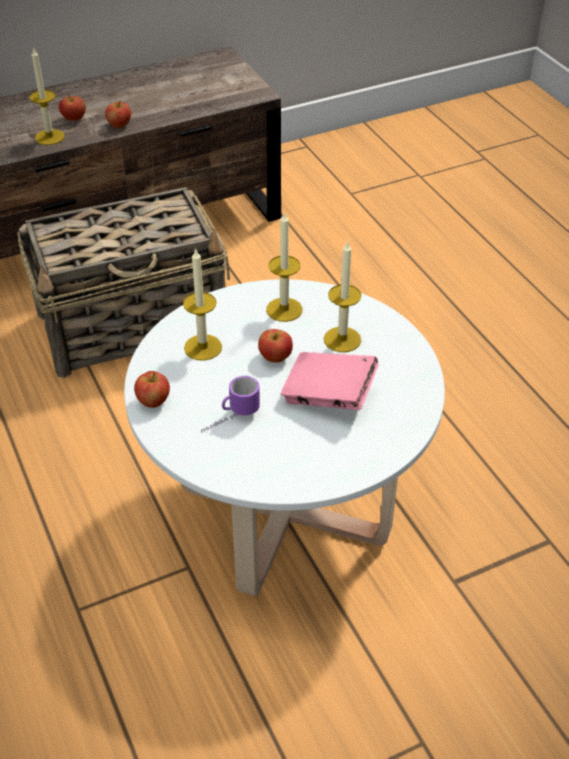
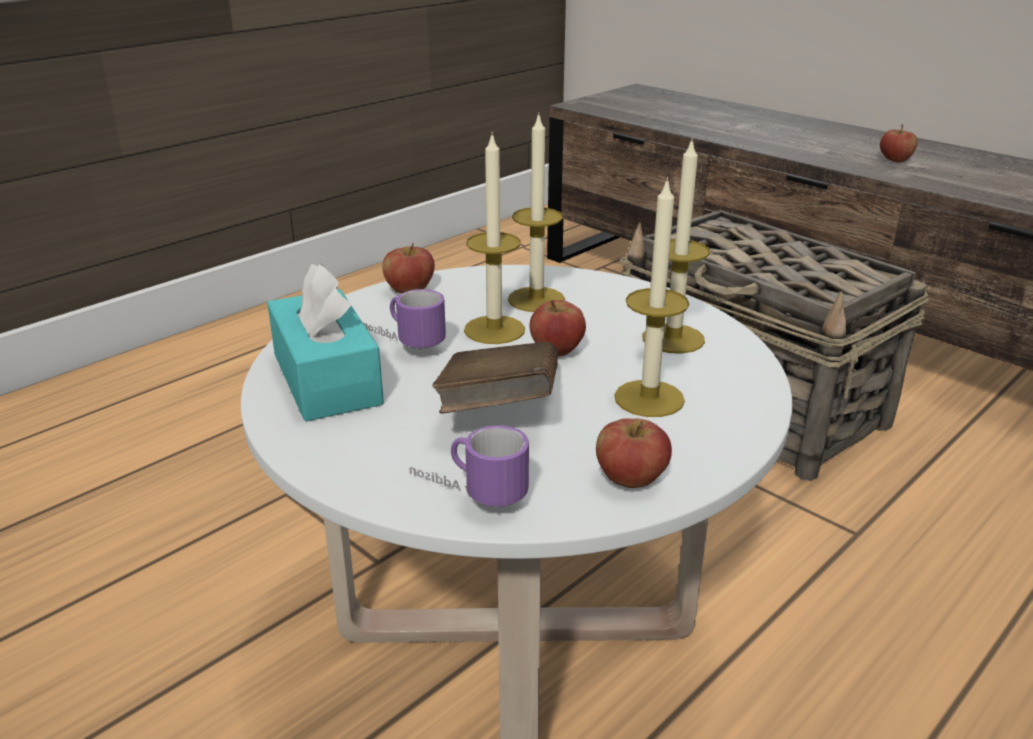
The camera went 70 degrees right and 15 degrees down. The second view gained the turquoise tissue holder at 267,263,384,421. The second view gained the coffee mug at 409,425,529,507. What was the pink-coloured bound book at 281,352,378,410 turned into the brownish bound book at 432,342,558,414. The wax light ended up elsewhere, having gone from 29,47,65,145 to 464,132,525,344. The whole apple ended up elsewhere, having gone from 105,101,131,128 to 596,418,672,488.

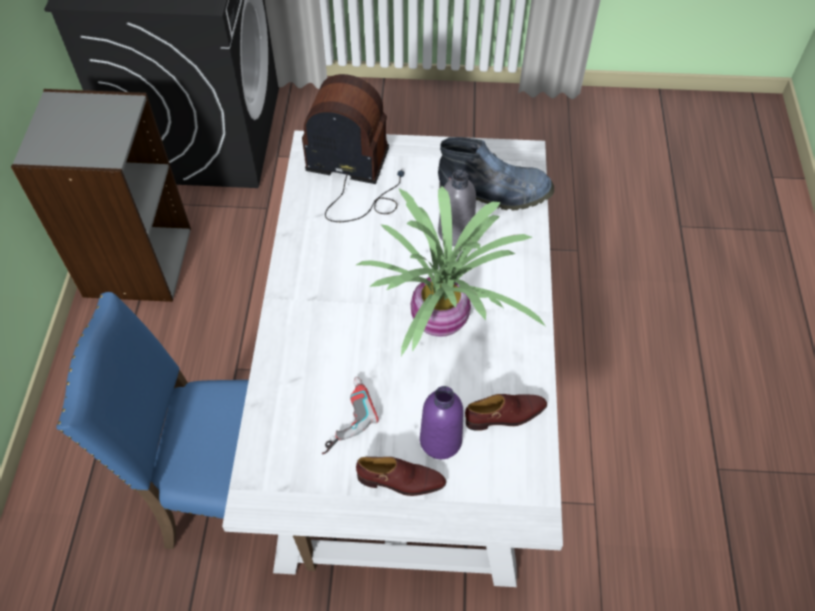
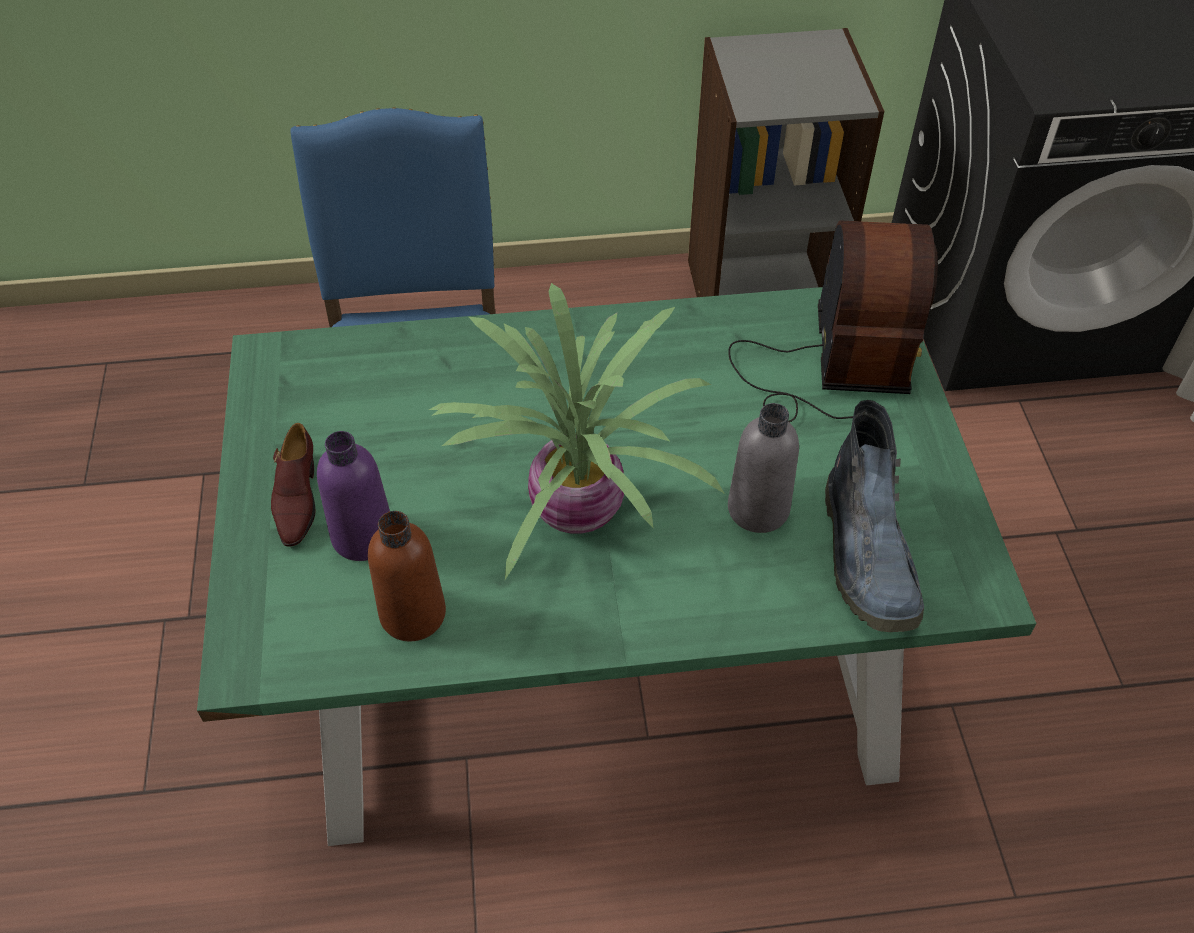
The camera went 80 degrees right and 5 degrees down. What was the whitish kitchen table at 222,130,563,587 turned into the greenish kitchen table at 197,287,1036,846. Where the brownish shoe stood at 465,394,547,431, the brownish beverage bottle came to stand at 368,511,446,641. The second view lost the drill at 322,377,378,455.

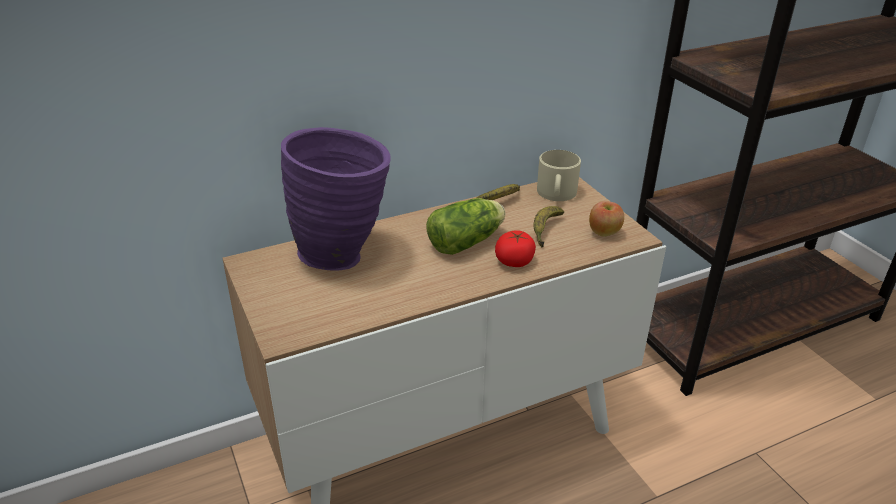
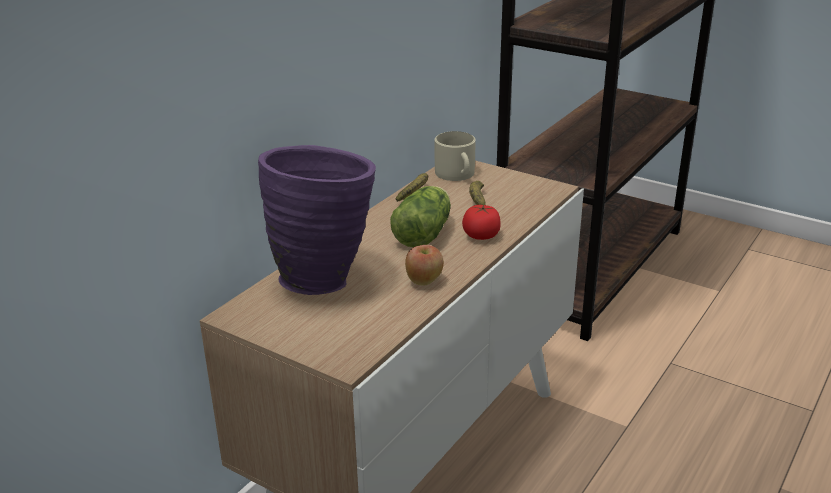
The camera went 30 degrees left and 5 degrees down. The whole apple ended up elsewhere, having gone from 589,201,624,237 to 405,245,444,286.

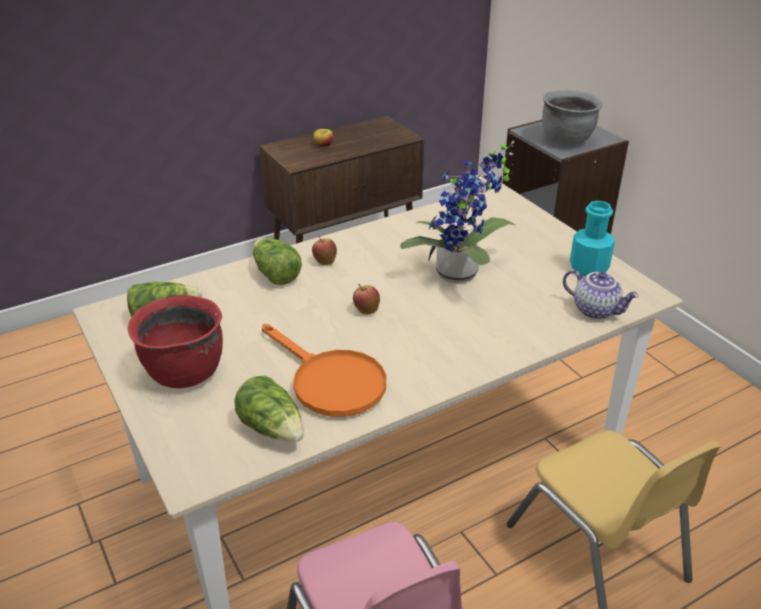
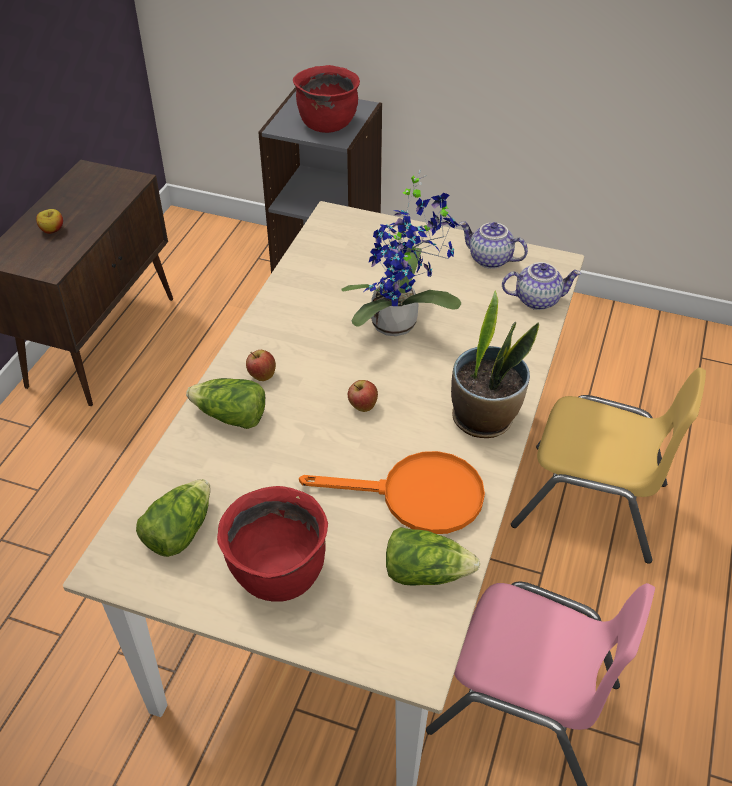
The camera went 40 degrees left and 10 degrees up. What was the gray cooking pot at 542,90,603,146 turned into the reddish cooking pot at 293,65,360,133. The second view gained the plant in a pot at 451,290,539,438. Where the turquoise beverage bottle stood at 570,201,615,276, the tea pot came to stand at 459,221,528,269.

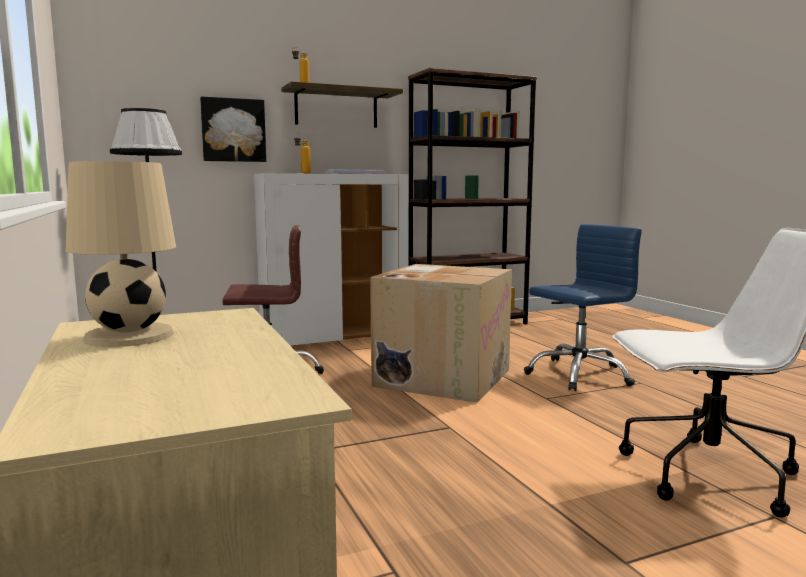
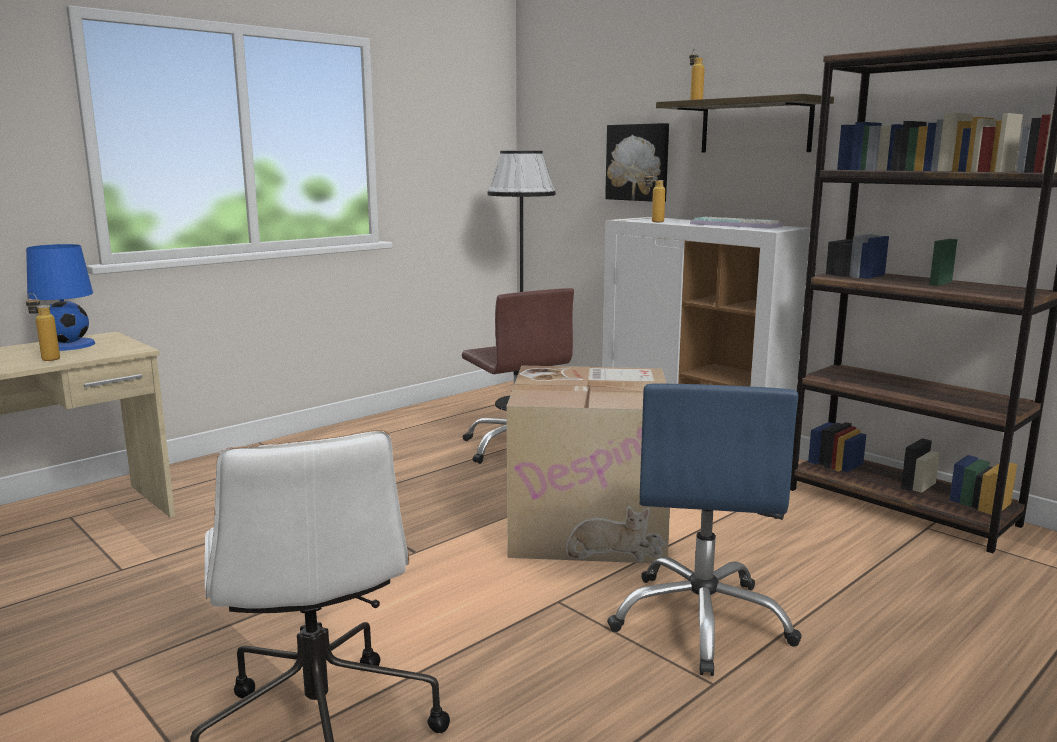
The camera went 70 degrees right and 5 degrees up. What was the sand-coloured table lamp at 66,161,176,347 turned into the bluish table lamp at 26,244,95,351. The second view gained the beverage bottle at 26,293,60,361. The bluish desk chair at 524,224,642,391 ended up facing another way, 60 degrees clockwise from before.

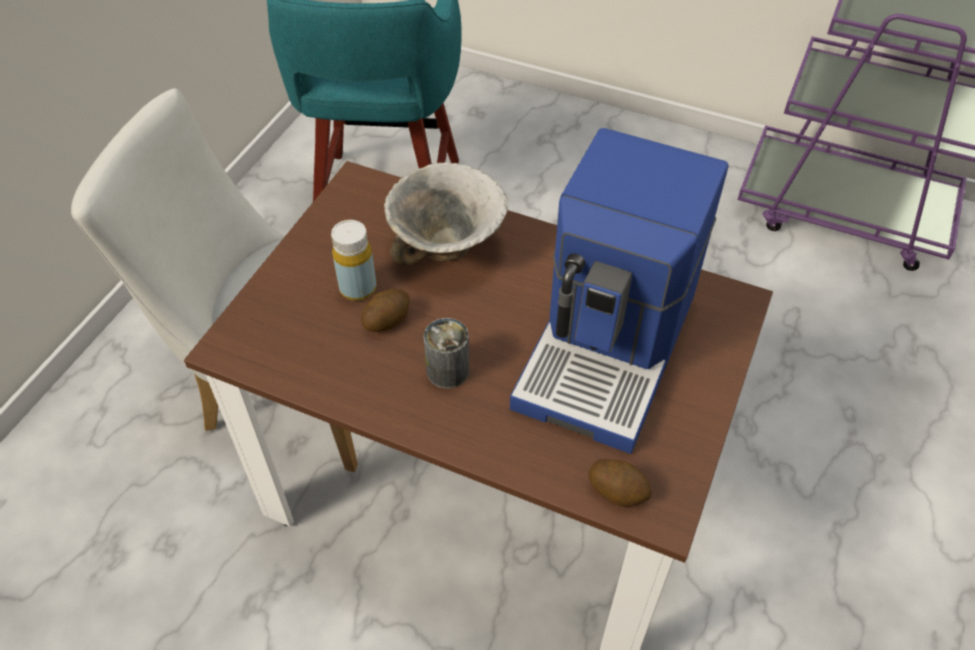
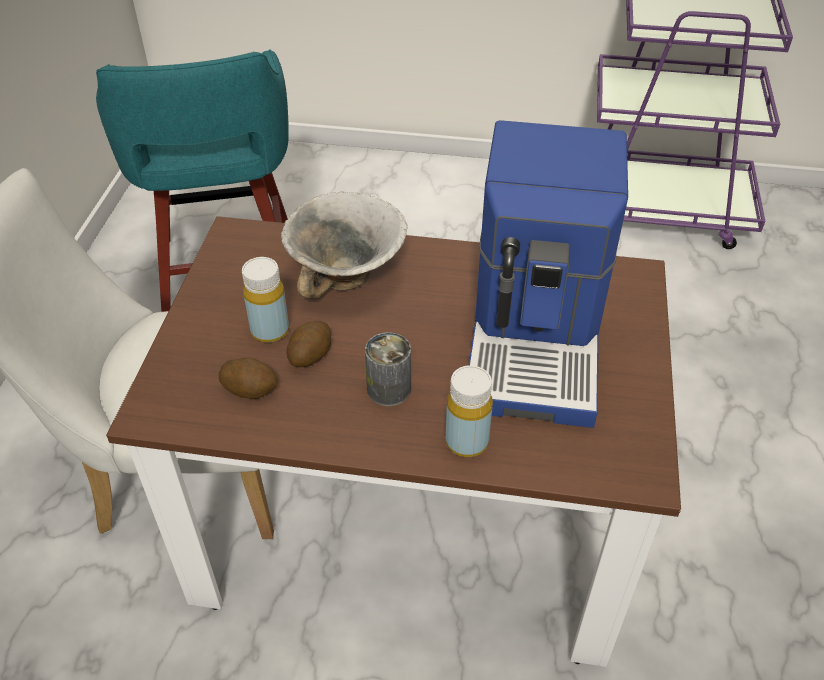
The camera went 15 degrees left and 5 degrees down. The whole potato ended up elsewhere, having gone from 589,459,652,507 to 219,358,278,399. The second view gained the yellowish beverage bottle at 445,365,493,457.

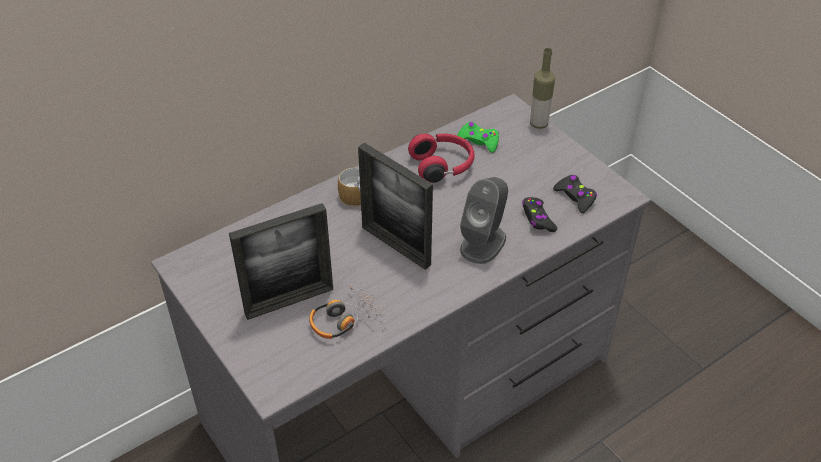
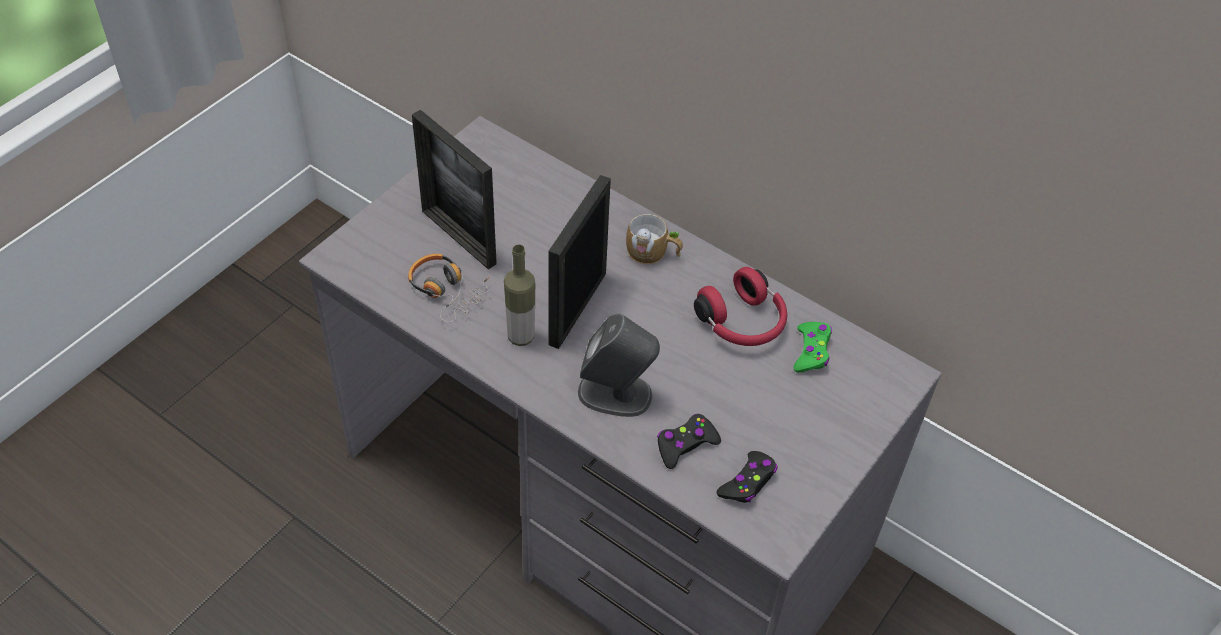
The camera went 70 degrees right and 5 degrees up. The beverage bottle ended up elsewhere, having gone from 530,48,555,129 to 504,244,535,346.

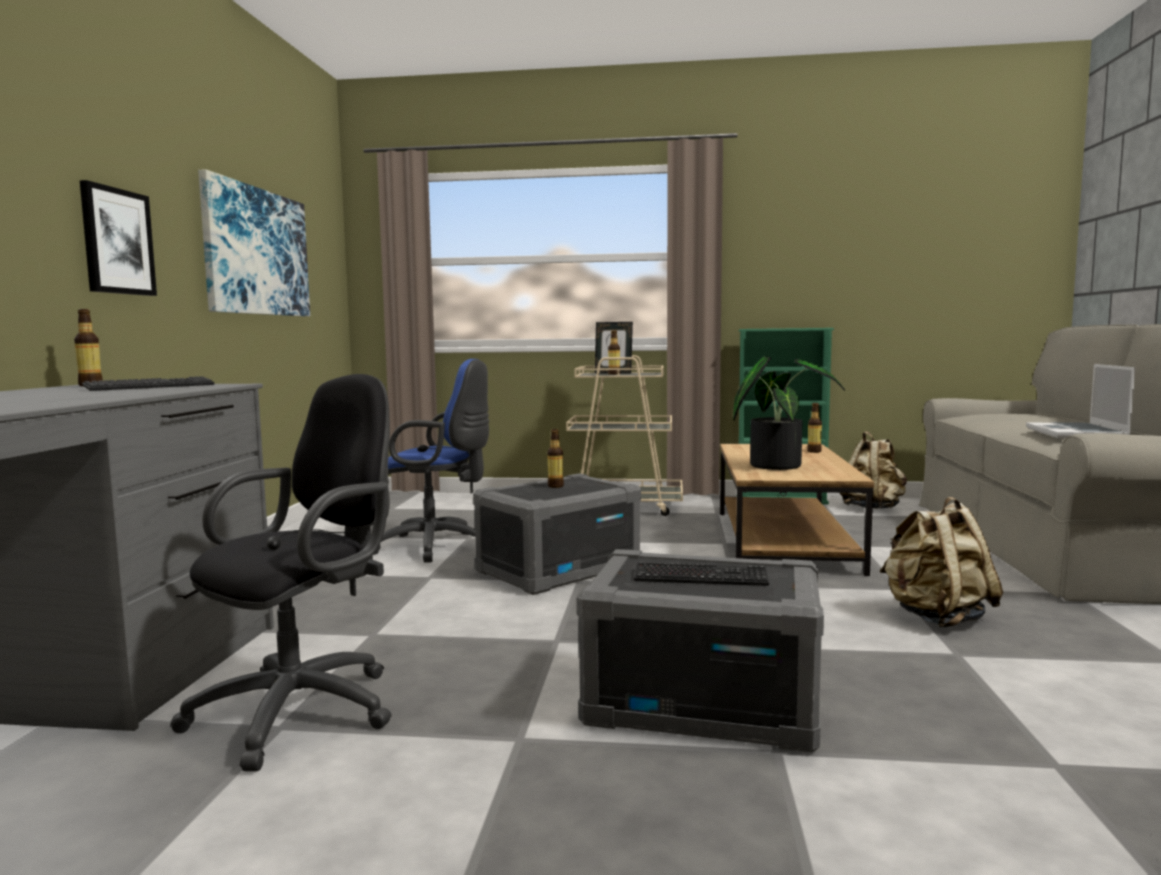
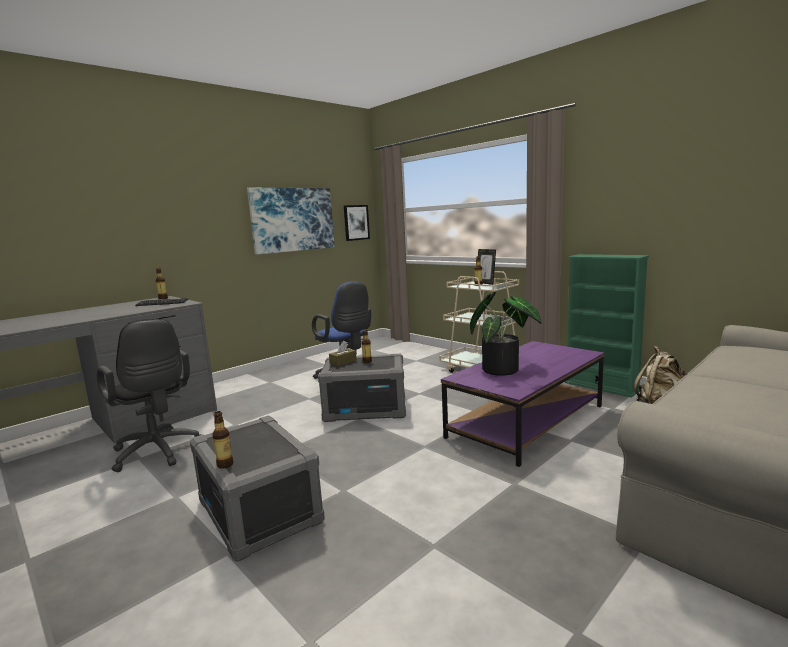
The camera went 40 degrees right and 5 degrees up. The blackish desk chair at 170,374,392,772 ended up facing another way, 60 degrees clockwise from before. The beverage bottle ended up elsewhere, having gone from 807,403,822,453 to 212,411,233,469. The second view gained the brownish tissue holder at 329,342,357,367. The wall art ended up elsewhere, having gone from 80,180,157,296 to 344,205,370,241. What was the brownish coffee table at 720,444,874,576 turned into the purple coffee table at 441,341,605,467. The second view lost the keyboard at 634,562,769,586. The second view lost the sand-coloured knapsack at 880,497,1003,627. The second view lost the laptop at 1026,364,1136,438.

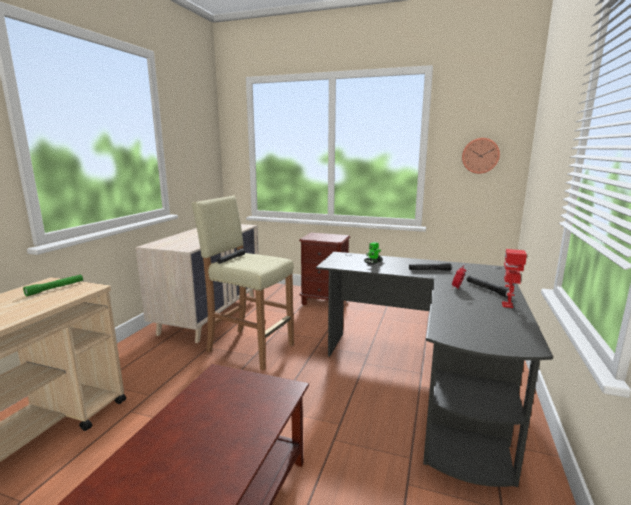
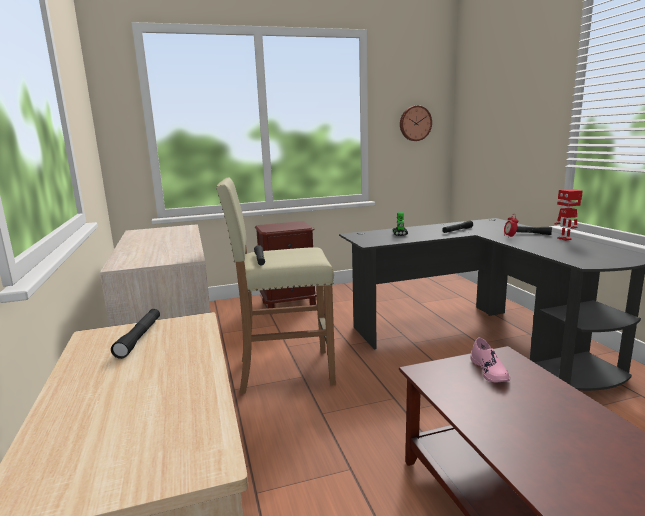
The camera went 35 degrees left and 0 degrees up. What was the greenish flashlight at 23,275,83,296 turned into the blackish flashlight at 111,309,160,359. The second view gained the pink-coloured shoe at 471,337,510,382.

